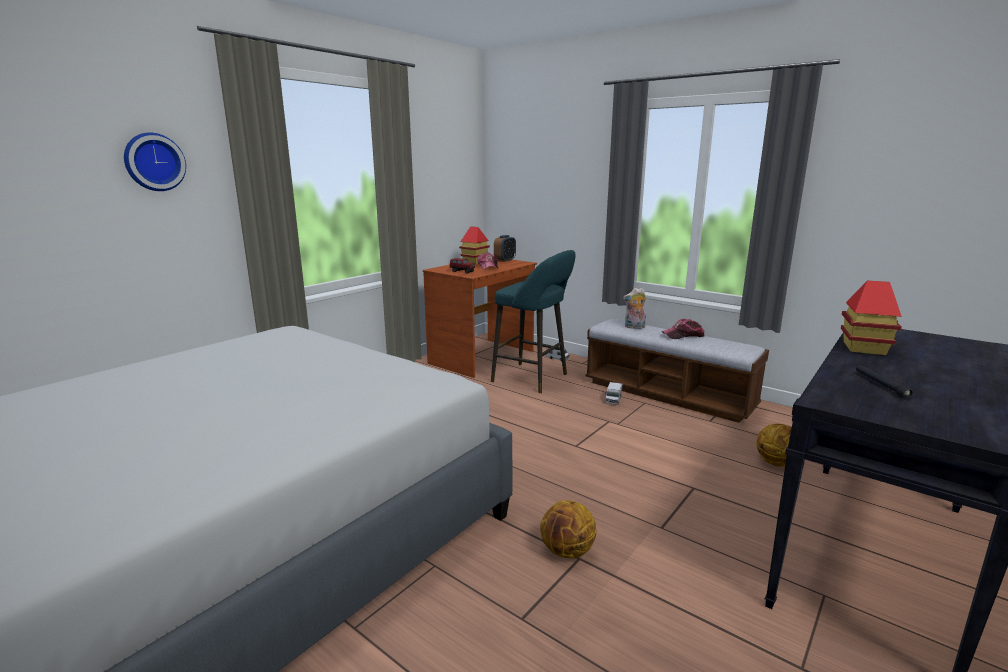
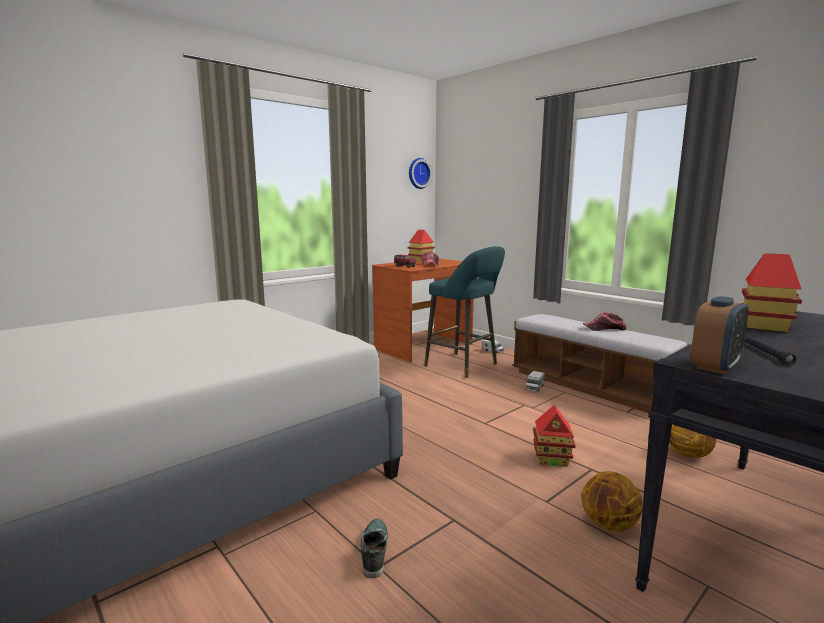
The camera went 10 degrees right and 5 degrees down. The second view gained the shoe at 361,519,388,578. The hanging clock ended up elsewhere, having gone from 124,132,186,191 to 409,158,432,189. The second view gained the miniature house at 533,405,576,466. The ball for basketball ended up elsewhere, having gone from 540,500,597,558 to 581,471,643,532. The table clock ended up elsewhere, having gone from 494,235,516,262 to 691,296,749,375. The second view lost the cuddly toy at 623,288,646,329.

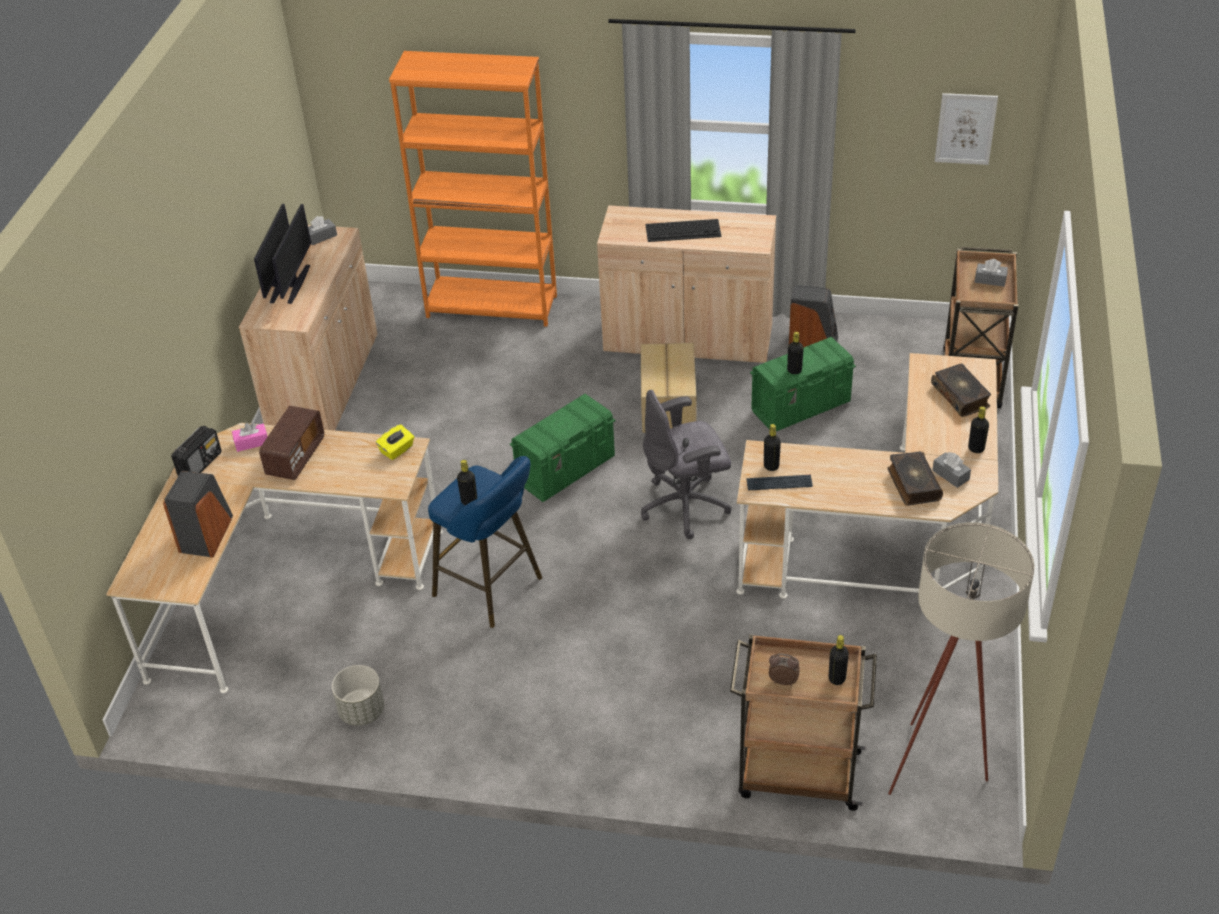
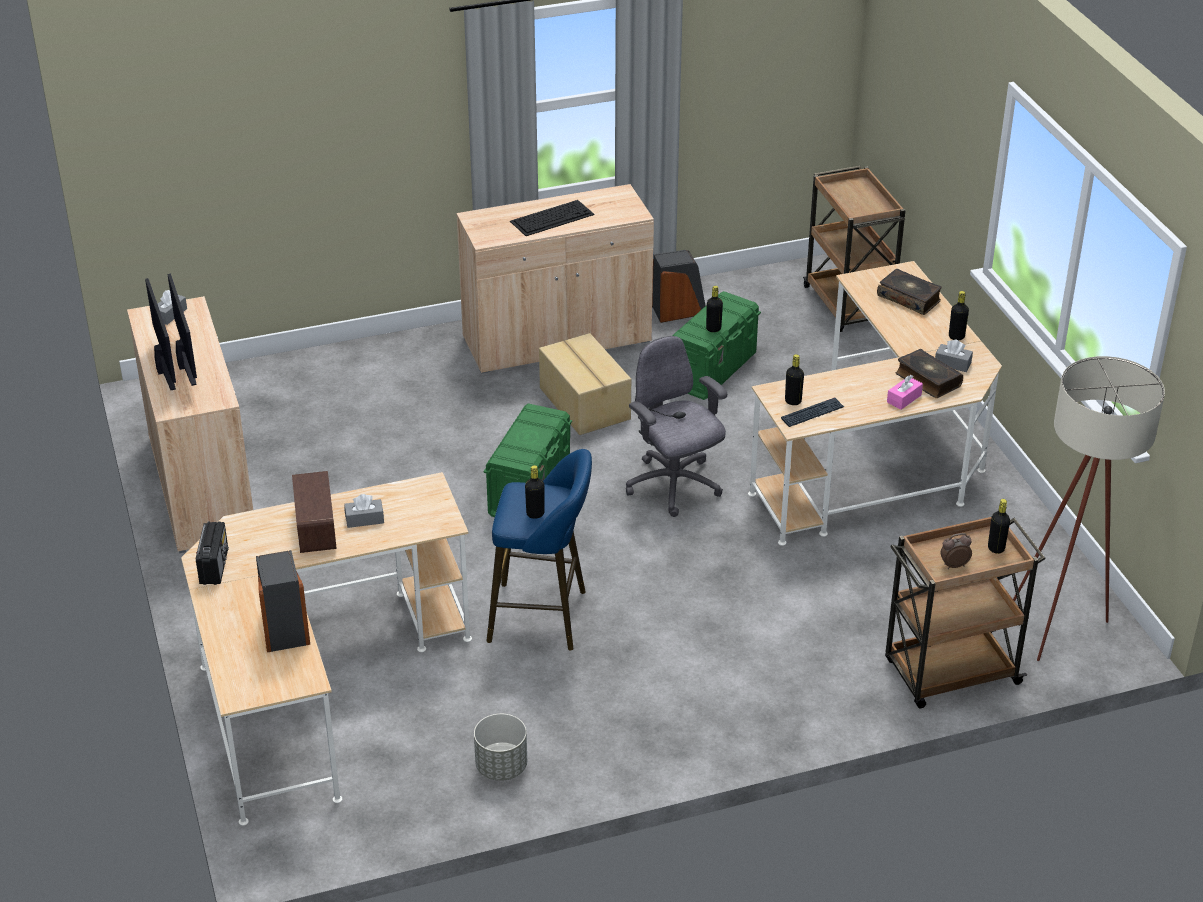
The camera went 30 degrees left and 5 degrees down. The gray tissue holder ended up elsewhere, having gone from 975,259,1008,287 to 344,494,384,528. The gray desk chair at 641,390,732,539 ended up facing another way, 105 degrees clockwise from before. The pink-coloured tissue holder ended up elsewhere, having gone from 232,423,268,452 to 887,375,923,410. The second view lost the yellowish tissue holder at 376,425,414,460. The second view lost the orangey shelving unit at 389,51,557,327. The second view lost the wall art at 935,93,998,165.

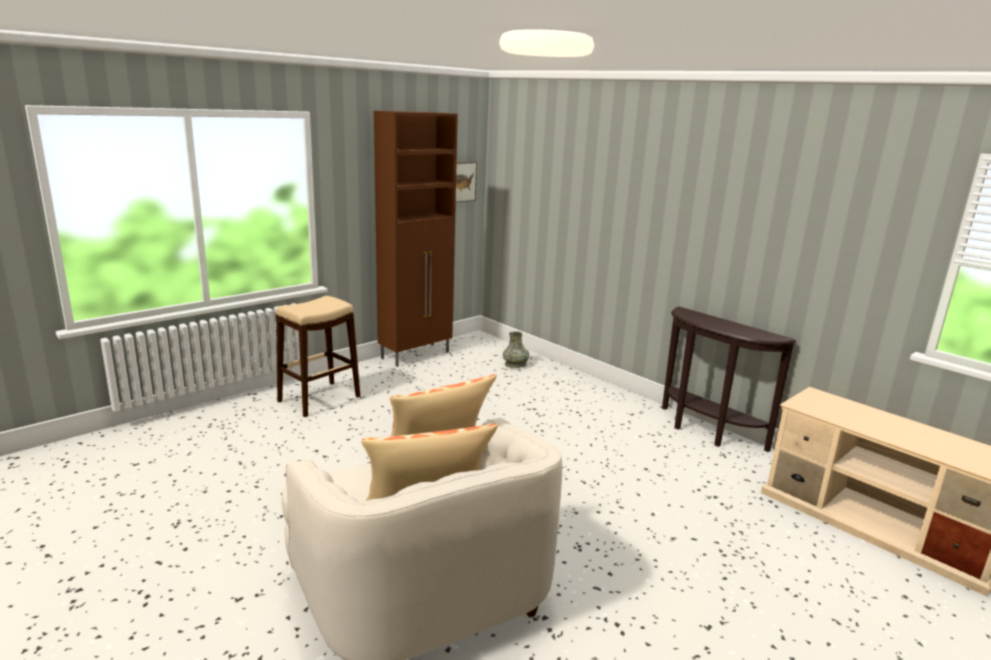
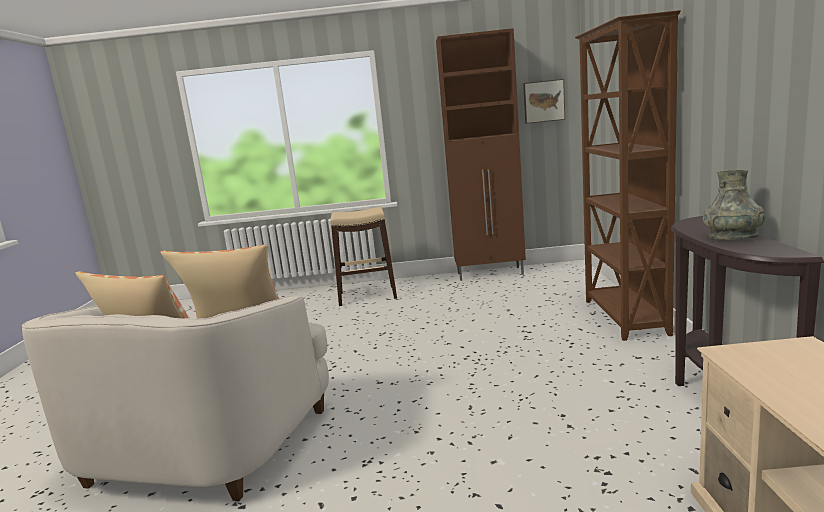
The camera went 45 degrees right and 5 degrees down. The second view gained the brownish shelving unit at 575,10,681,341. The gray decorative vase ended up elsewhere, having gone from 503,332,529,368 to 703,170,765,240.

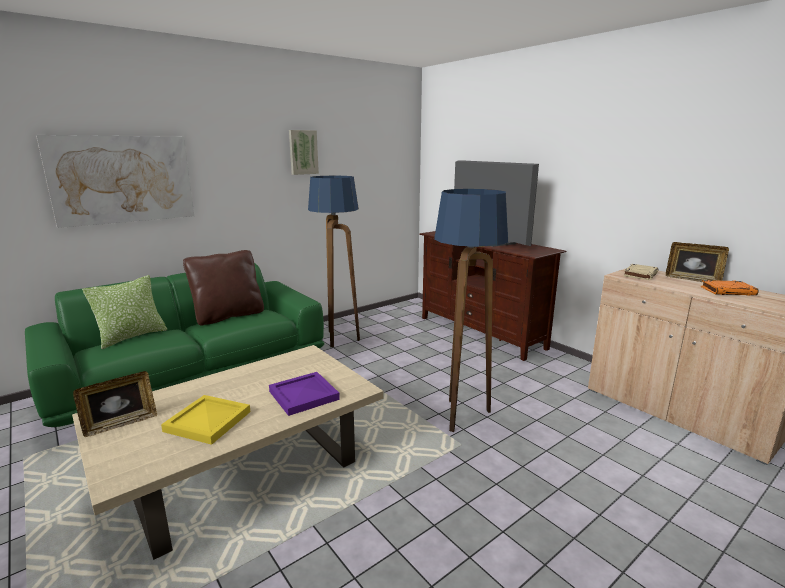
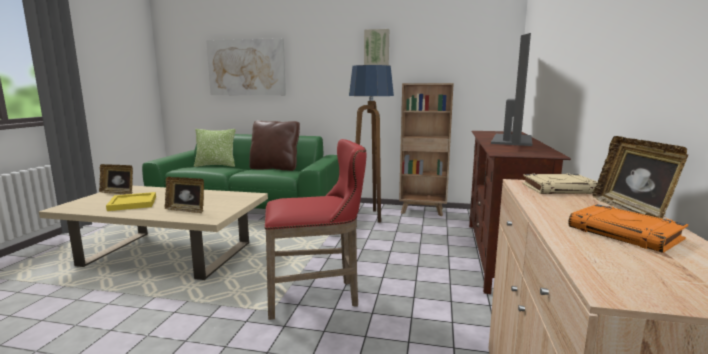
The camera went 50 degrees right and 5 degrees down. Where the purple carrying tray stood at 269,372,340,416, the standing frame came to stand at 165,177,204,213. Where the standard lamp stood at 434,189,508,432, the reddish stool seat came to stand at 265,139,367,320. The second view gained the brownish shelving unit at 399,83,454,216.

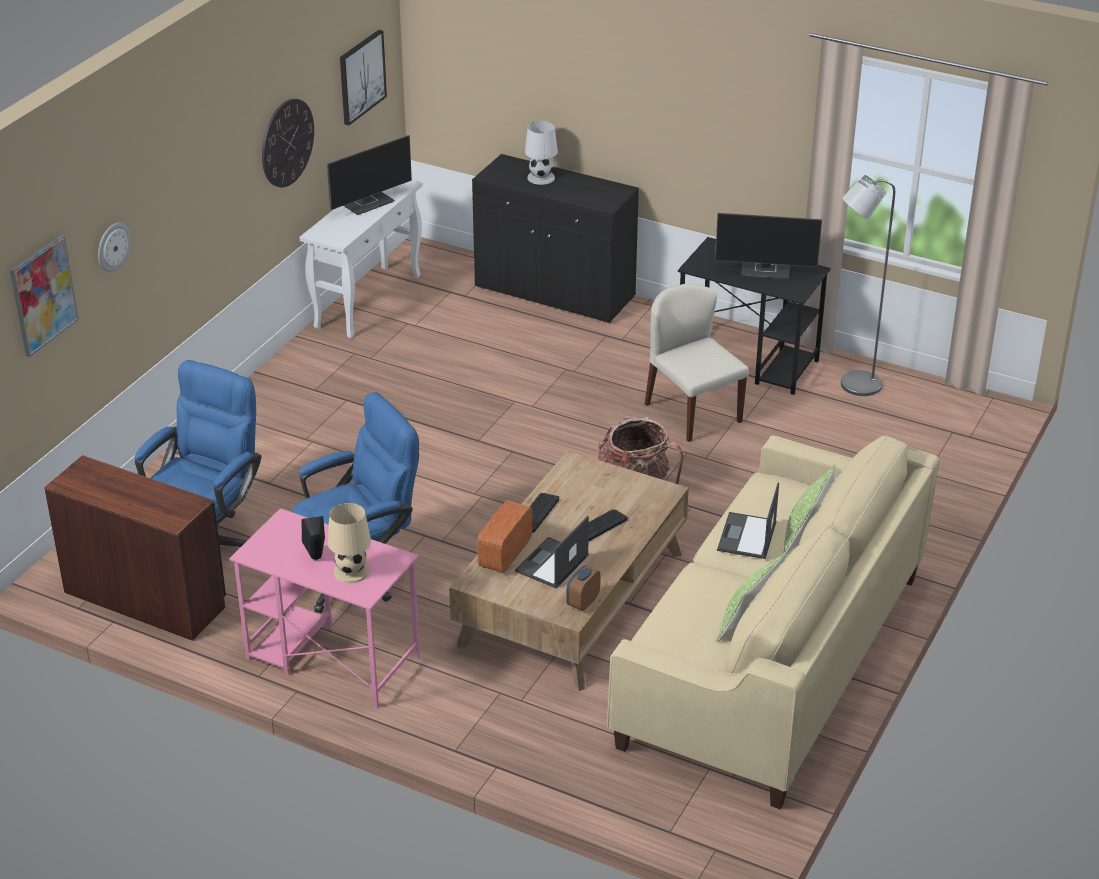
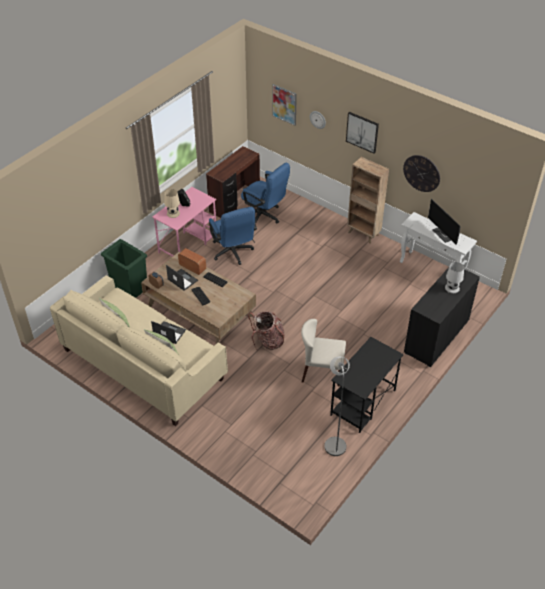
The camera went 100 degrees right and 10 degrees up. The second view gained the greenish waste bin at 101,239,147,298. The sand-coloured upright chair at 645,284,749,442 ended up facing another way, 150 degrees counterclockwise from before. The wall art ended up elsewhere, having gone from 340,30,387,126 to 346,112,379,154. The second view gained the brownish shelving unit at 347,157,389,244. The second view lost the computer display at 715,213,822,280.

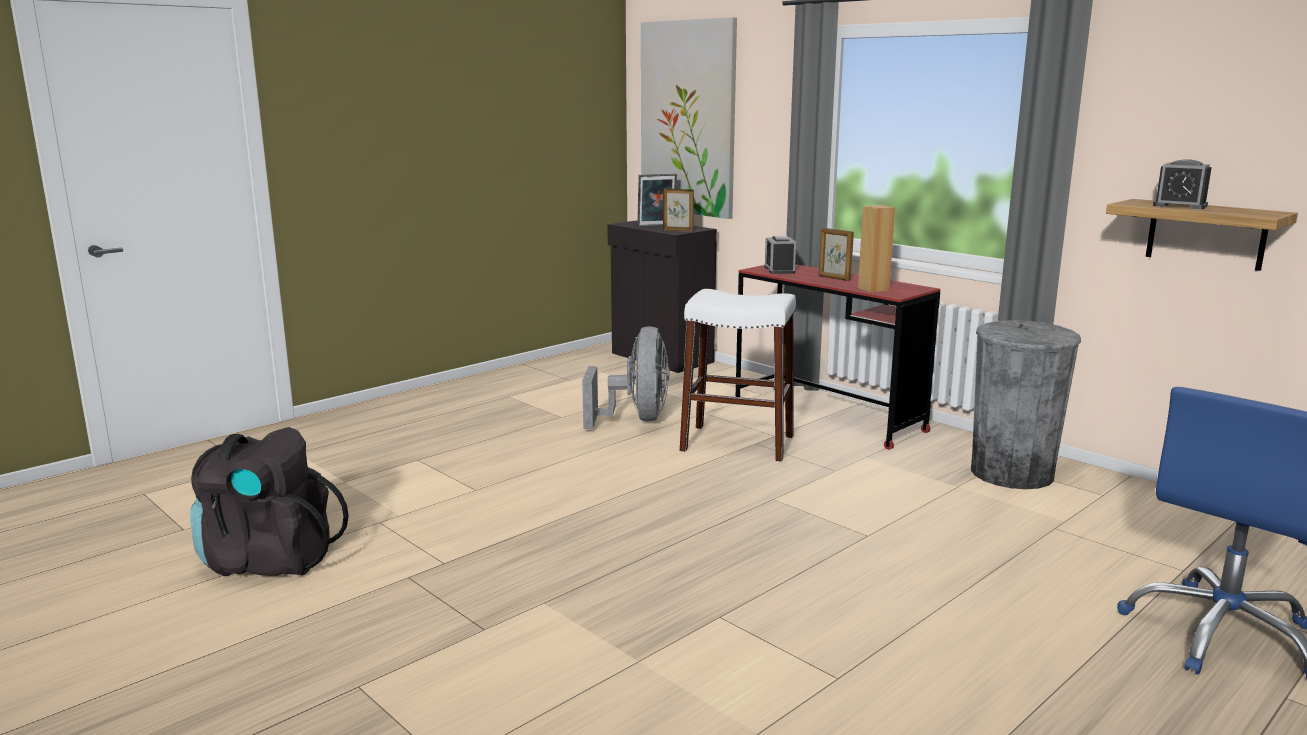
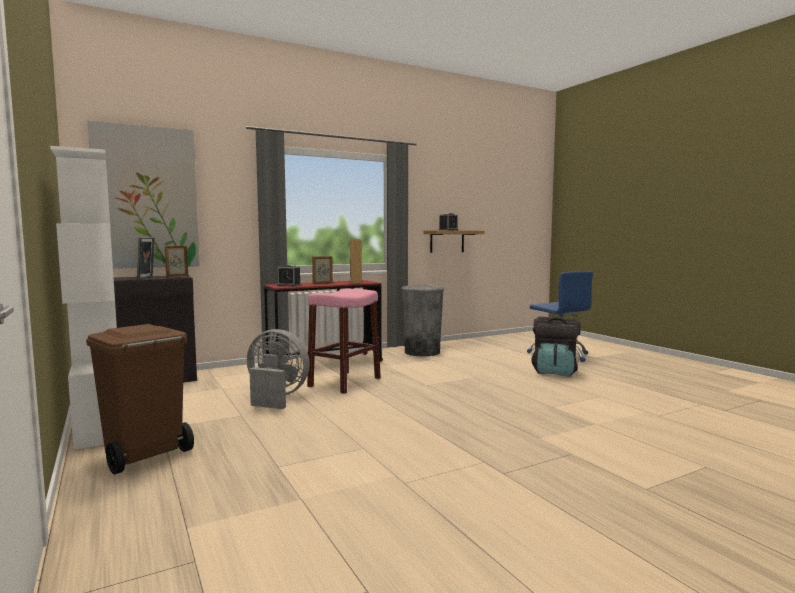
The camera went 75 degrees left and 10 degrees down. The second view gained the whitish shelving unit at 50,146,117,450. The second view gained the brownish waste bin at 86,324,194,474. What was the whitish stool seat at 679,289,796,462 turned into the pink-coloured stool seat at 307,289,381,394. The blackish knapsack ended up elsewhere, having gone from 190,427,349,576 to 531,316,581,377.

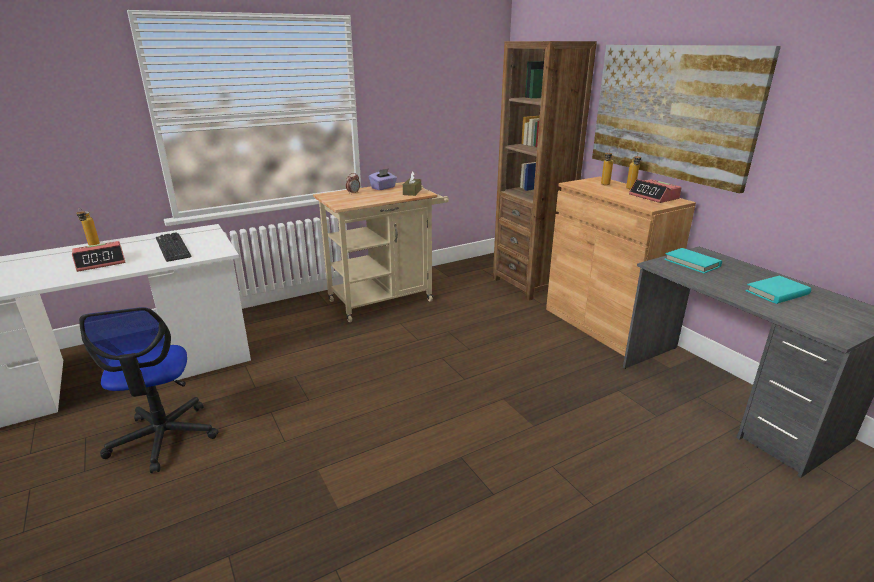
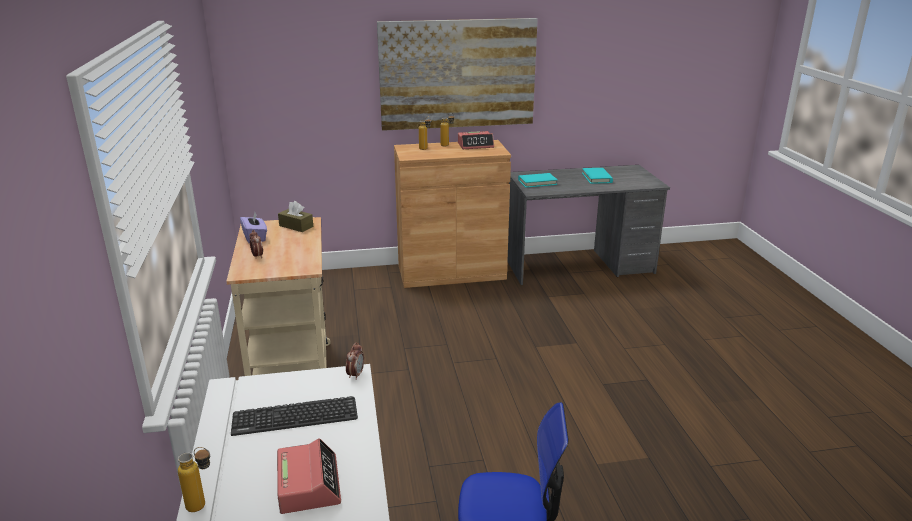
The camera went 70 degrees left and 0 degrees up. The second view gained the table clock at 346,343,364,380. The second view lost the brownish shelving unit at 493,41,597,301.

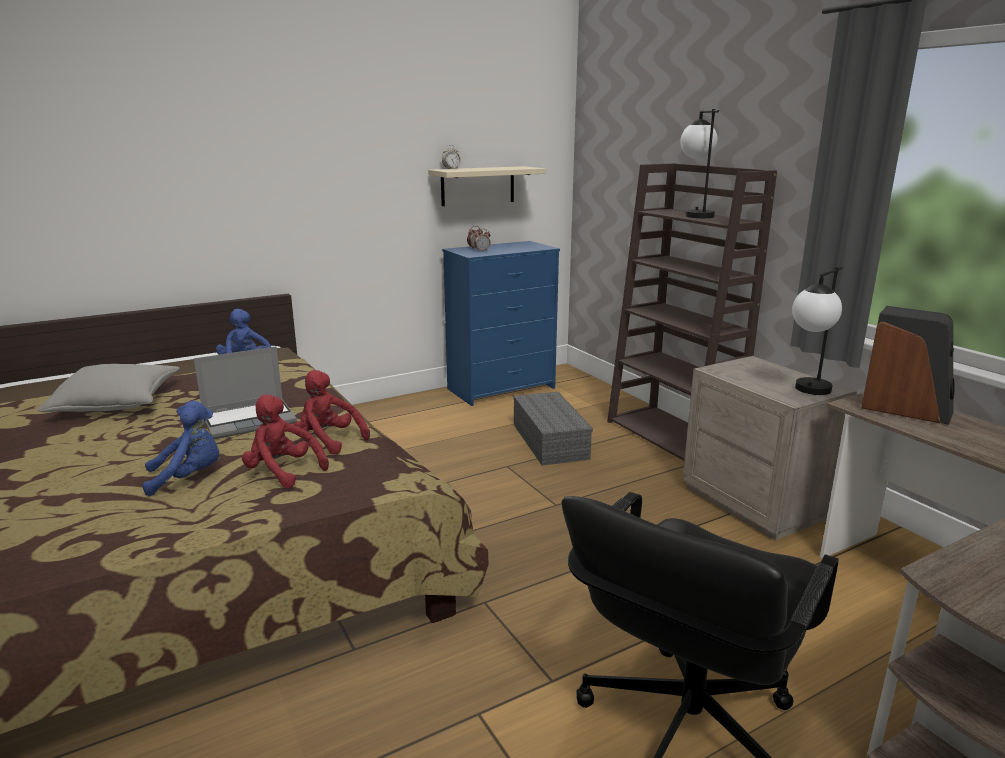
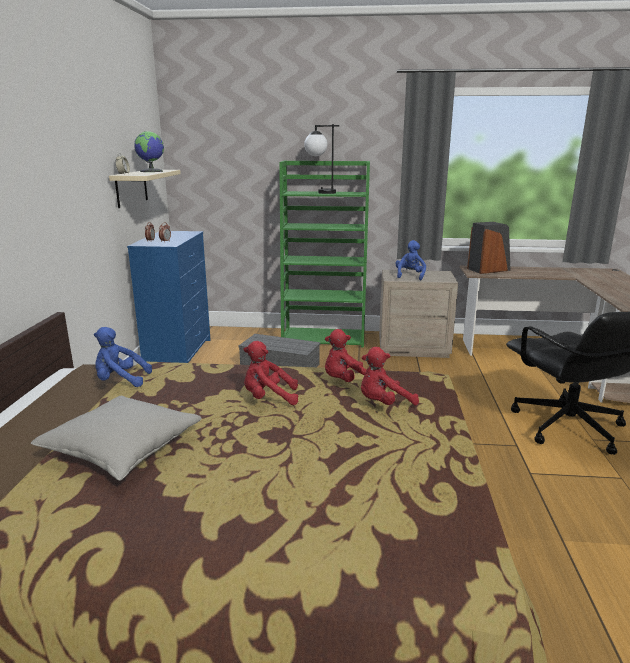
The camera went 55 degrees left and 0 degrees up. The second view gained the world globe at 134,131,164,172. Where the laptop stood at 194,346,297,439, the reddish cuddly toy came to stand at 243,341,298,405. What was the brownish shelving unit at 607,163,777,461 turned into the greenish shelving unit at 279,161,370,347. The bluish cuddly toy ended up elsewhere, having gone from 143,401,219,496 to 395,240,426,280. The second view lost the table lamp at 792,267,843,395.

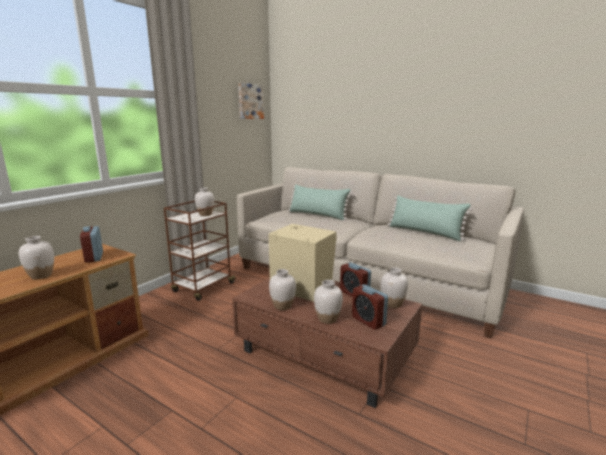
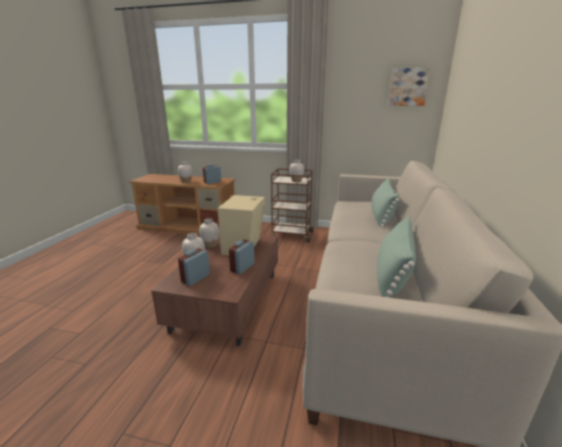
The camera went 70 degrees right and 5 degrees up. The second view lost the whitish decorative vase at 381,267,408,308.

